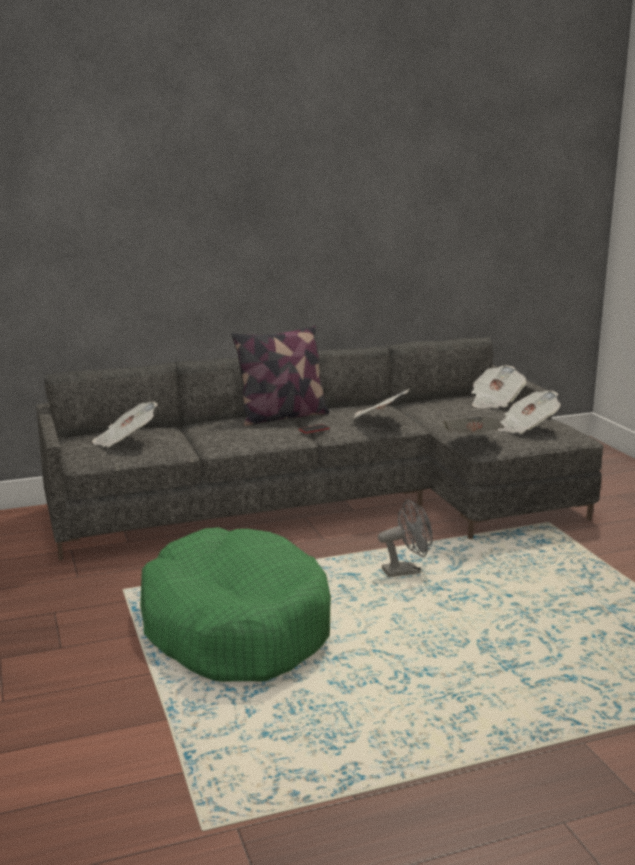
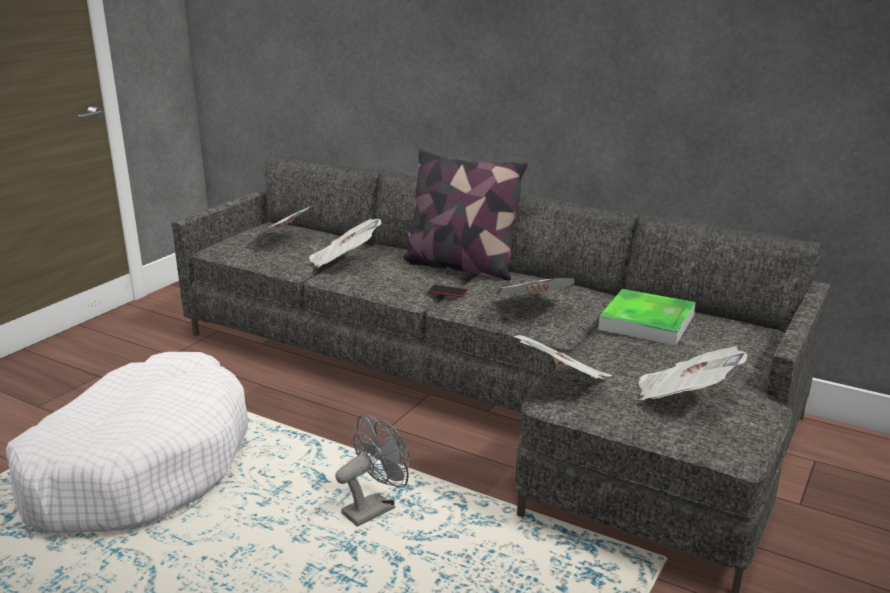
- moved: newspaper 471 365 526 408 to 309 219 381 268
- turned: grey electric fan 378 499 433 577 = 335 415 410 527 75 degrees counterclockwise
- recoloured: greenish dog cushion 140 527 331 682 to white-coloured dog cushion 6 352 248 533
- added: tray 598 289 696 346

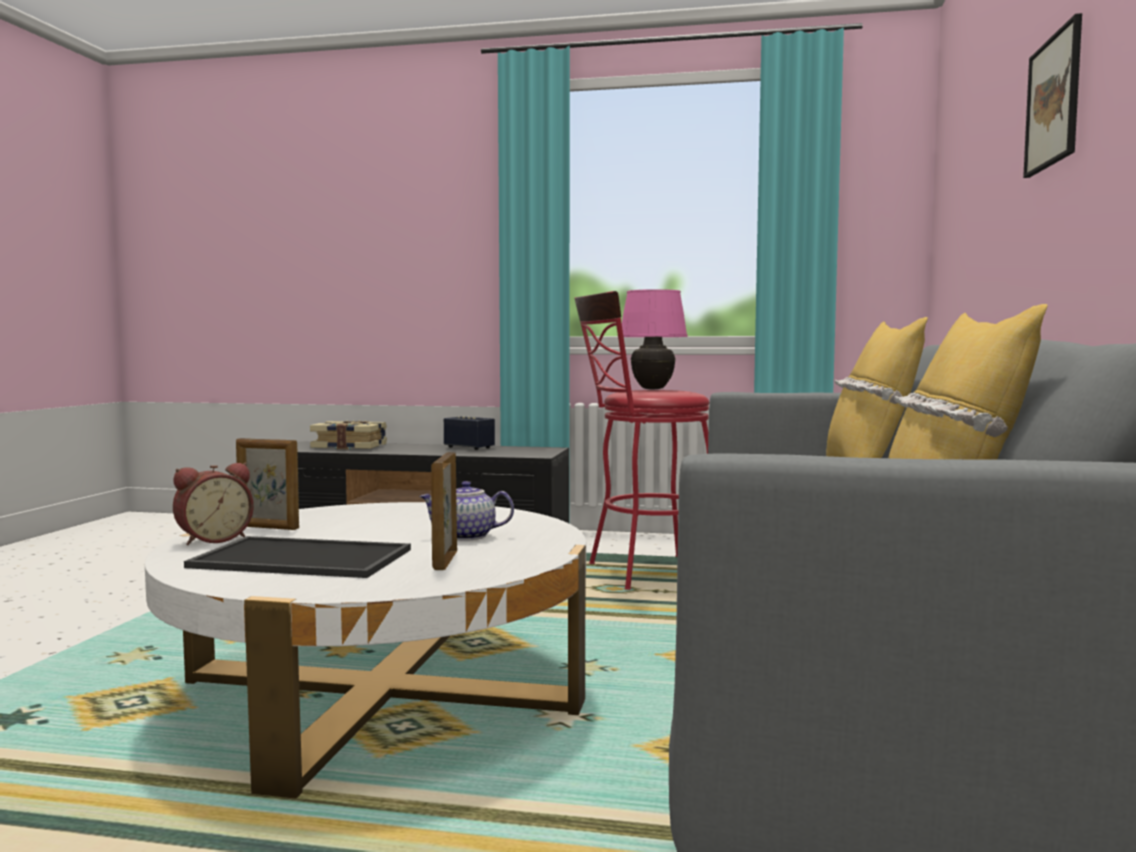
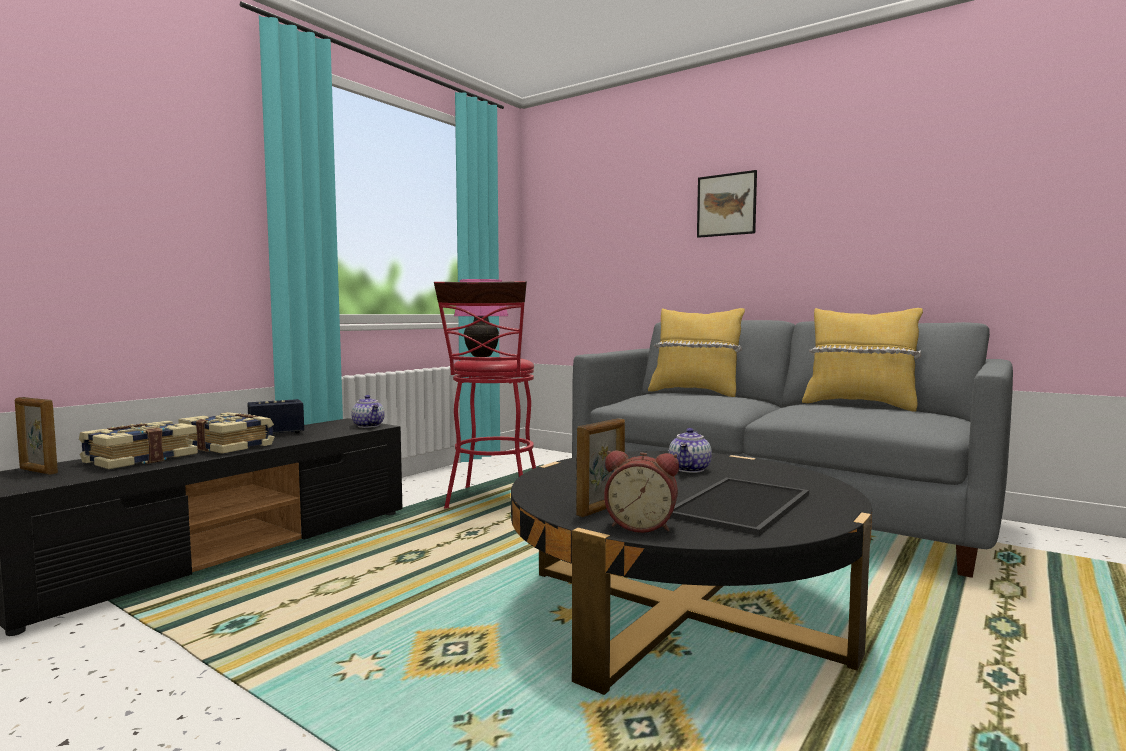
- moved: standing frame 431 452 457 570 to 15 397 58 475
- turned: alarm clock 173 463 254 545 = 604 450 679 533 120 degrees clockwise
- recoloured: white-coloured coffee table 145 502 586 799 to black coffee table 511 451 872 695
- added: teapot 351 395 385 428
- added: bound book 178 412 275 454

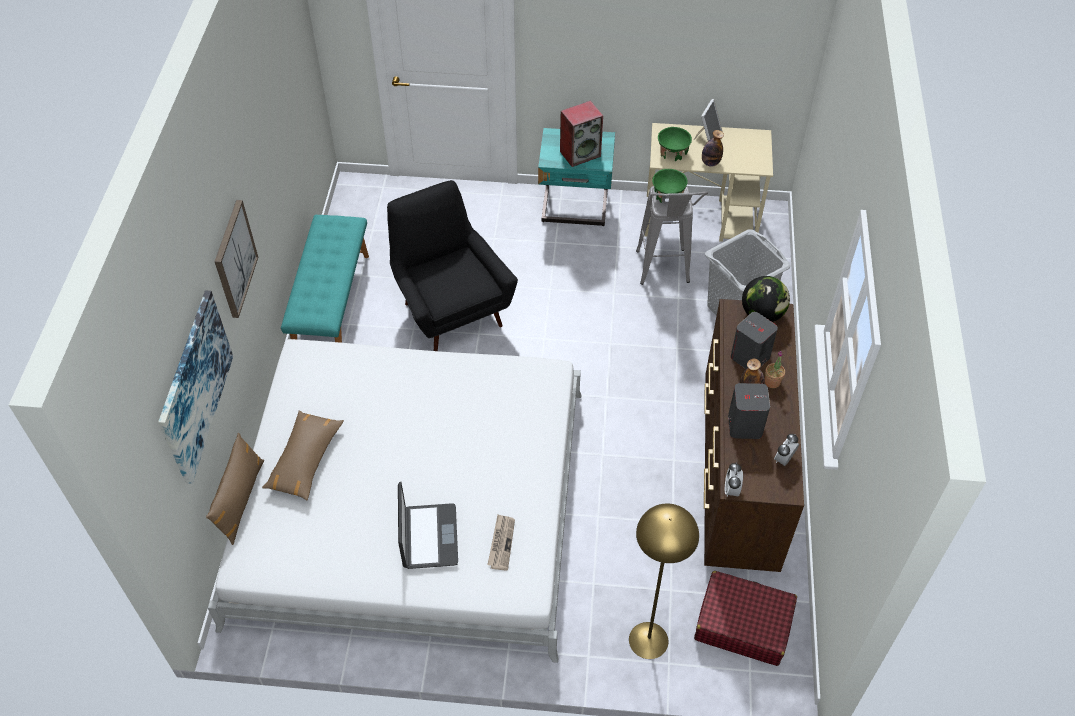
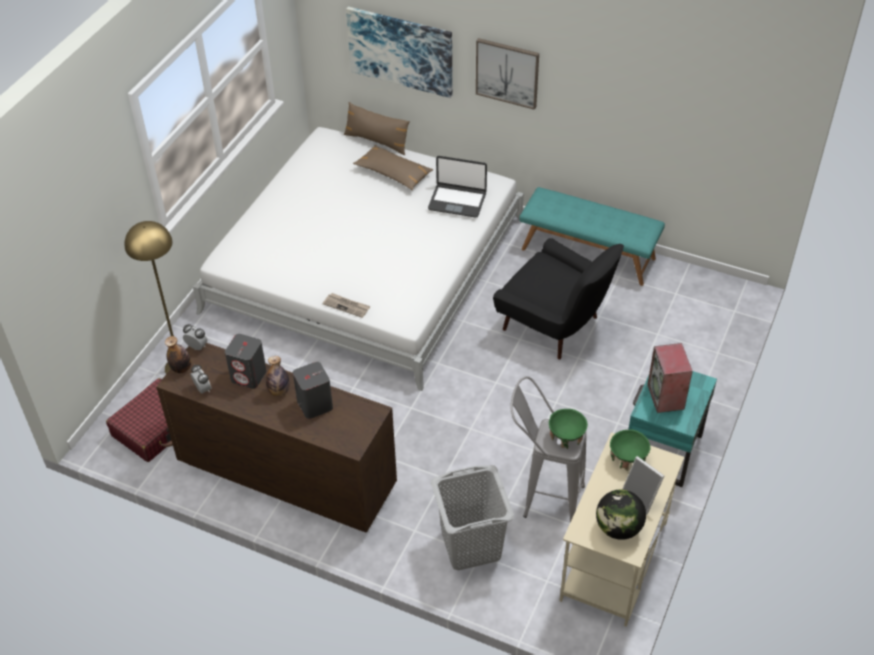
- moved: beverage bottle 702 130 724 167 to 165 336 191 373
- turned: black armchair 387 180 518 351 = 493 238 624 359 45 degrees clockwise
- moved: desk globe 742 276 790 322 to 596 490 646 540
- removed: plant in a pot 765 351 785 388
- moved: laptop 398 482 458 569 to 428 156 487 218
- moved: newspaper 487 514 515 570 to 323 293 370 318

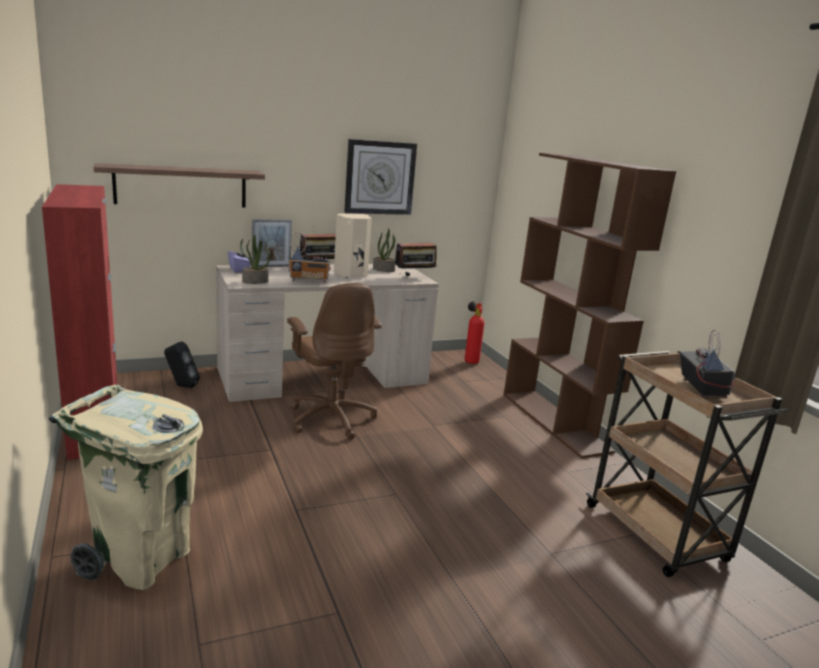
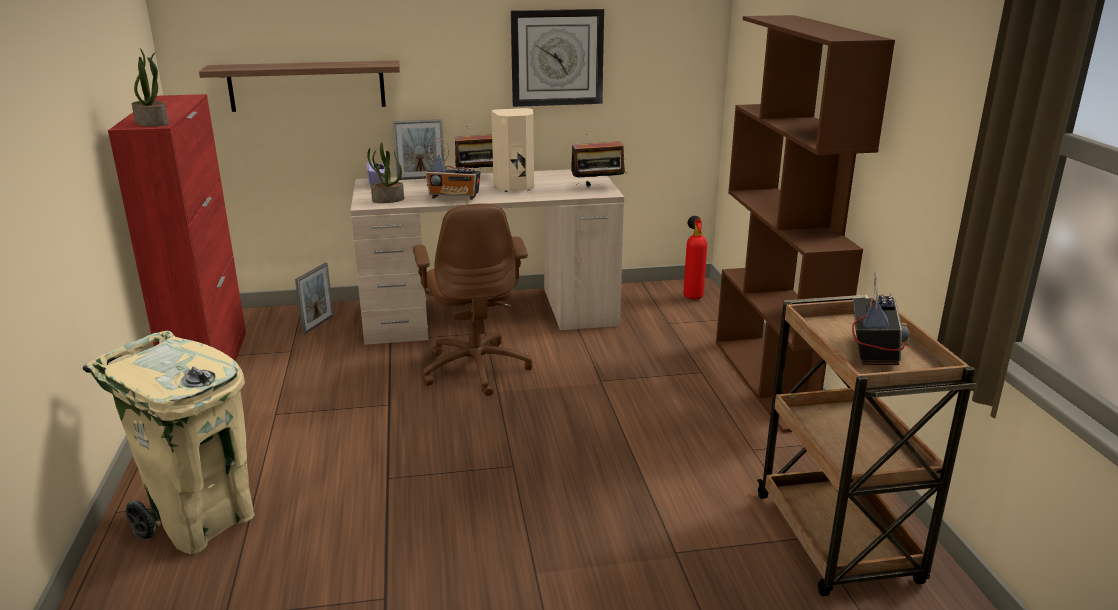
- moved: plant in a pot 373 228 396 272 to 132 49 169 126
- replaced: black speaker 164 341 200 388 to standing frame 295 263 334 334

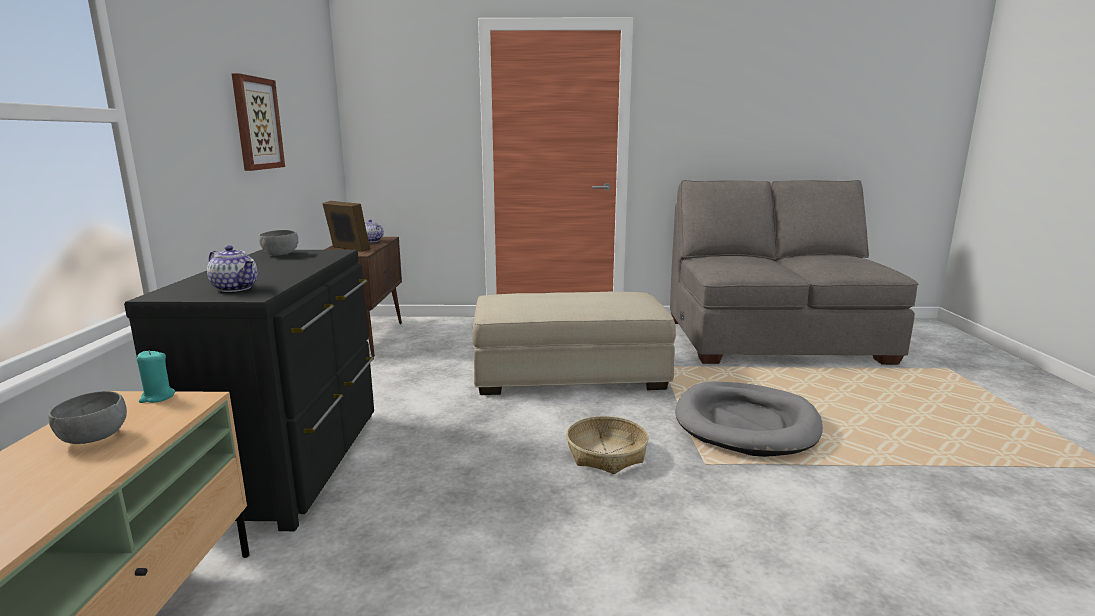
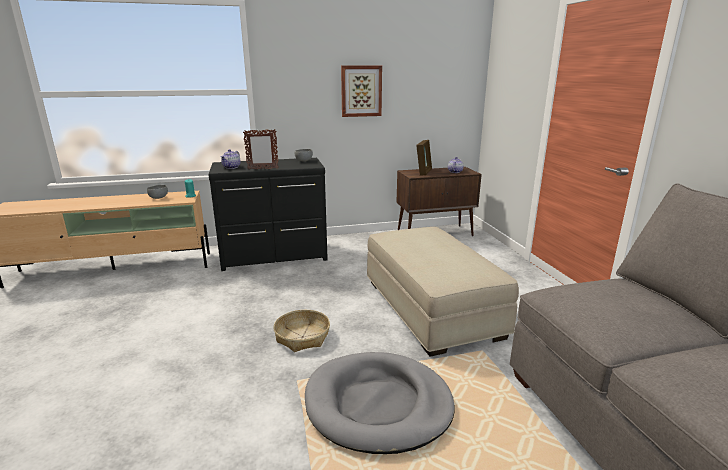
- added: standing frame 243 129 279 169

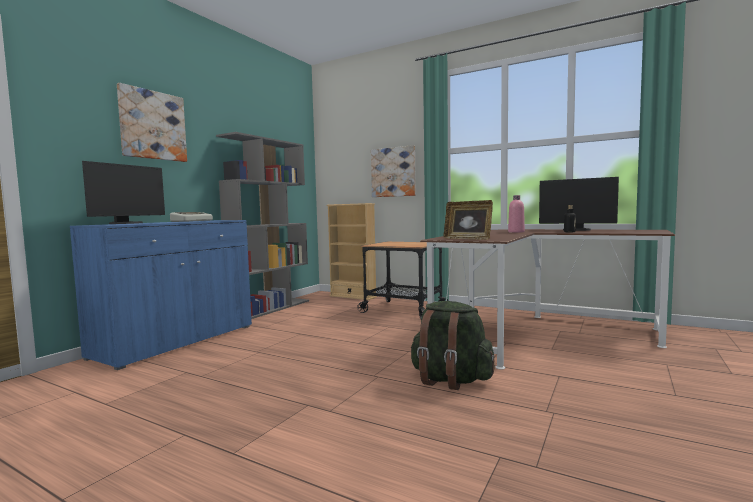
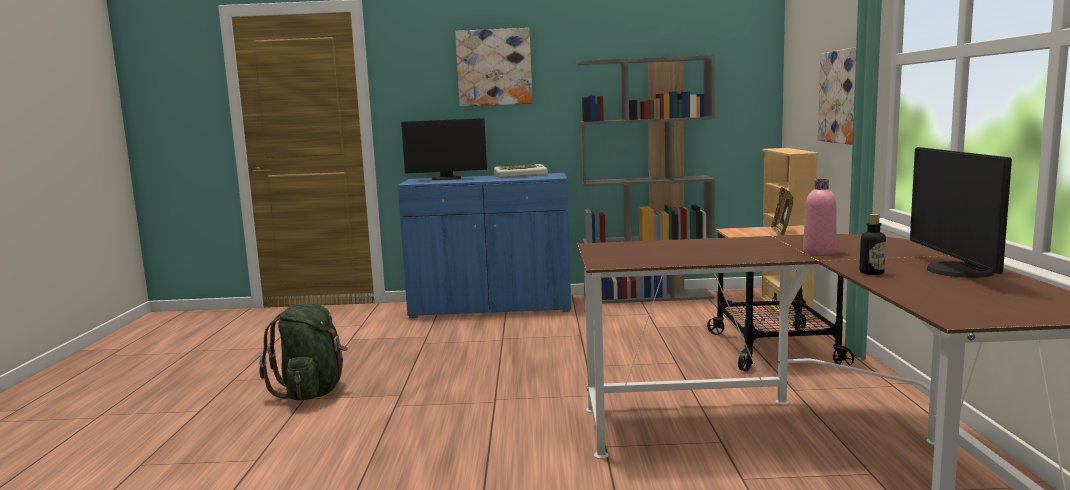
- moved: standing frame 443 200 493 240 to 771 187 794 236
- moved: greenish rucksack 411 301 494 390 to 259 303 348 401

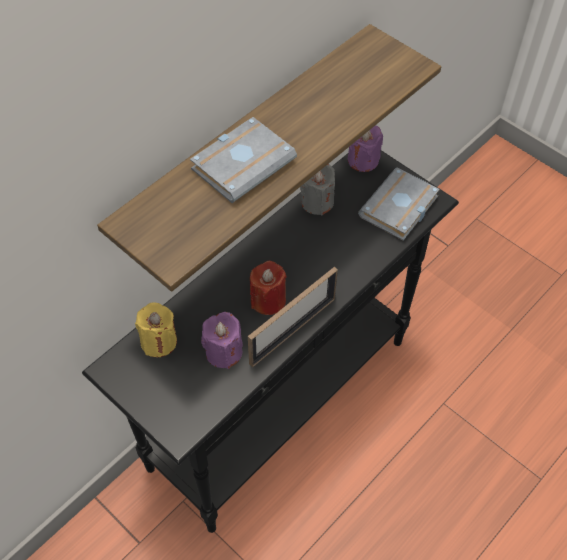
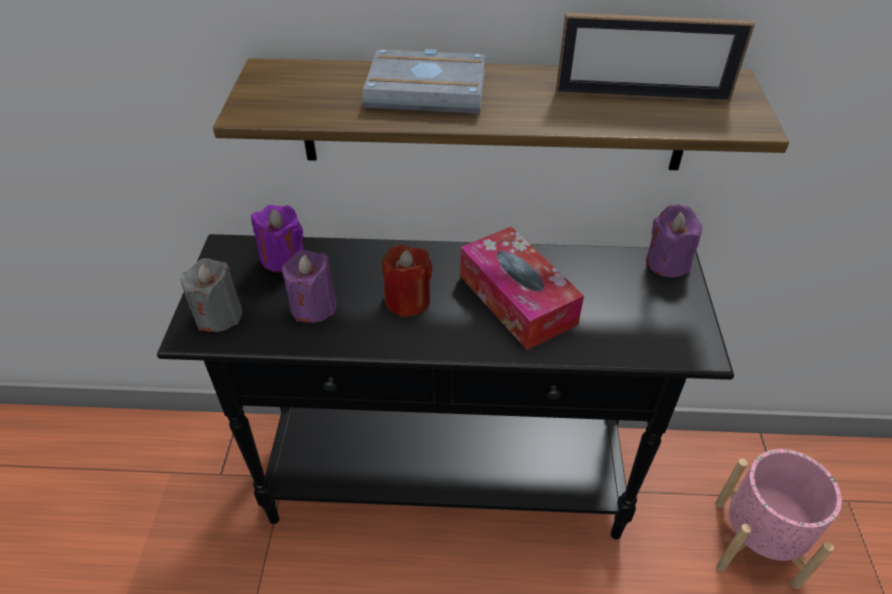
- moved: grey wax light 300 164 335 215 to 181 258 243 332
- removed: grey bound book 358 168 440 241
- moved: standing frame 248 267 338 367 to 556 13 755 102
- recoloured: yellow wax light 135 303 177 357 to purple wax light 251 205 303 273
- added: tissue box 460 226 584 350
- added: pink plant pot 715 449 842 589

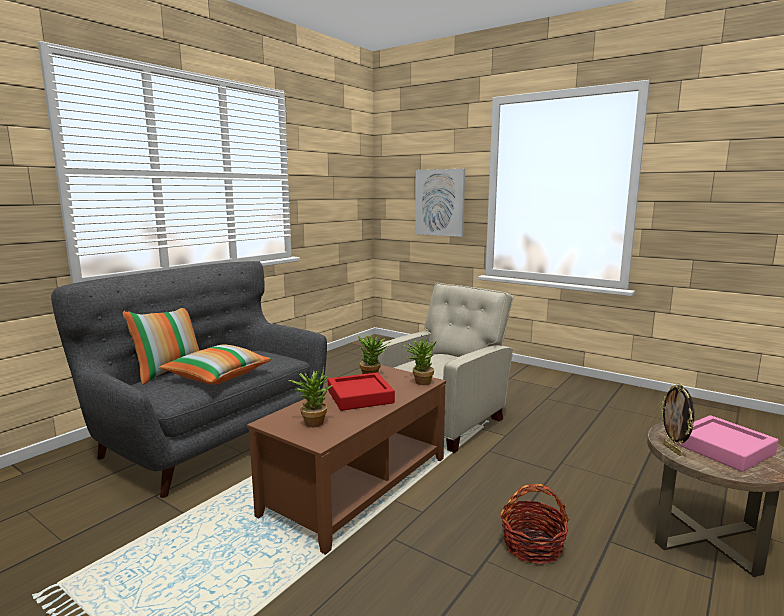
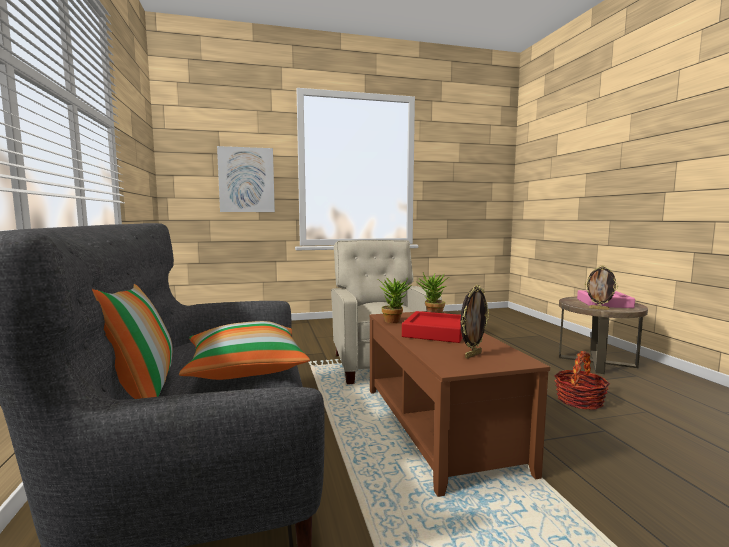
- replaced: plant in a pot 288 366 333 427 to standing frame 460 285 489 359

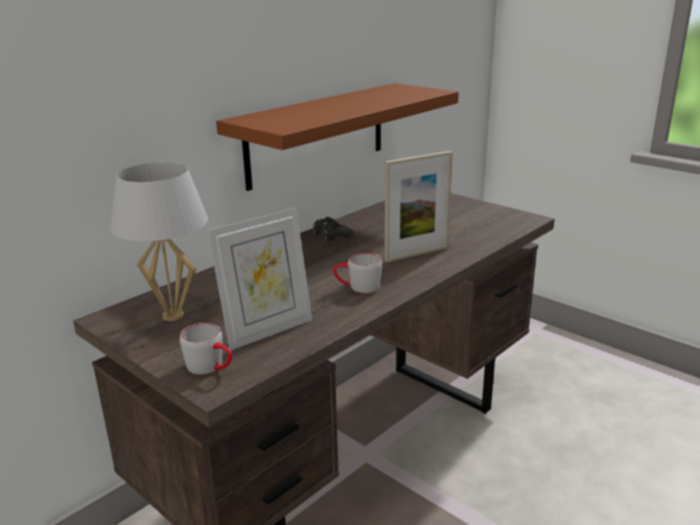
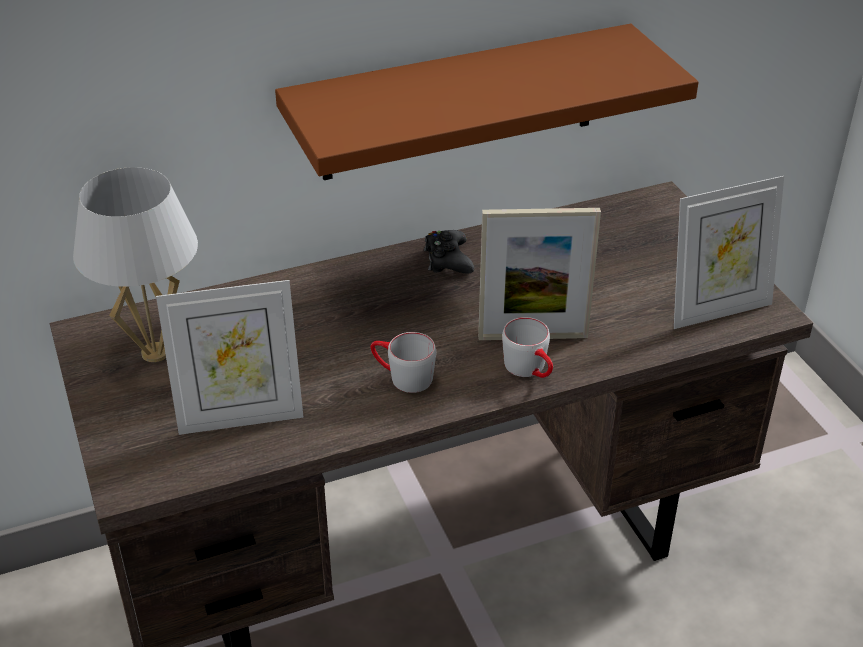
- moved: grey tea mug 180 323 232 375 to 502 317 553 378
- added: standing frame 674 176 784 329

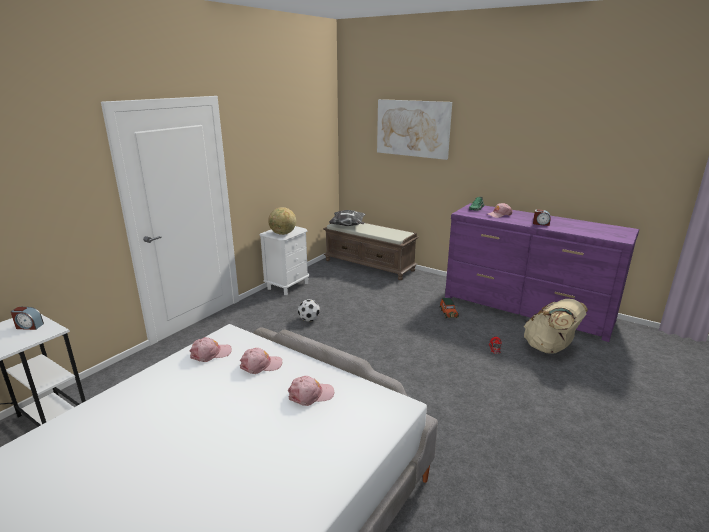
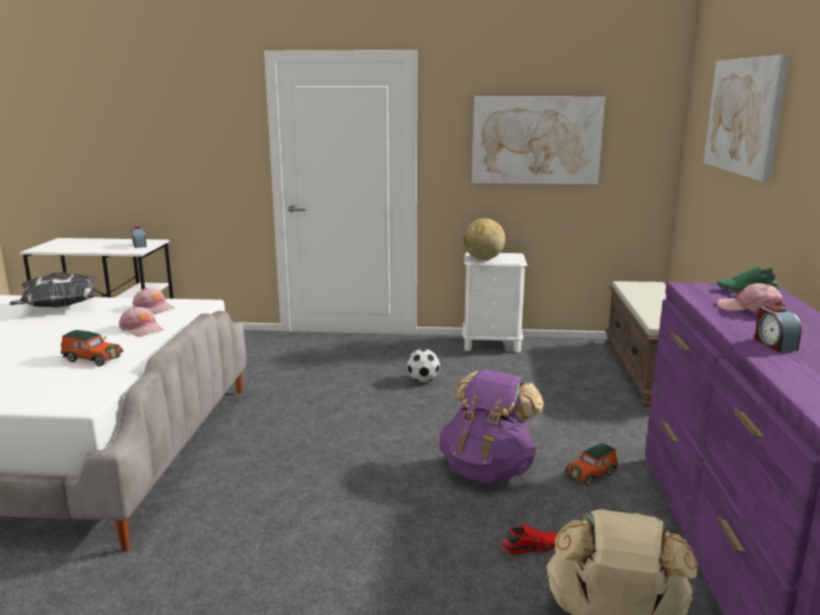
- moved: pillow 329 210 366 226 to 9 272 97 308
- replaced: pink baseball cap 287 376 334 406 to miniature car 61 330 124 366
- added: wall art 472 96 605 184
- added: purple rucksack 439 369 544 483

